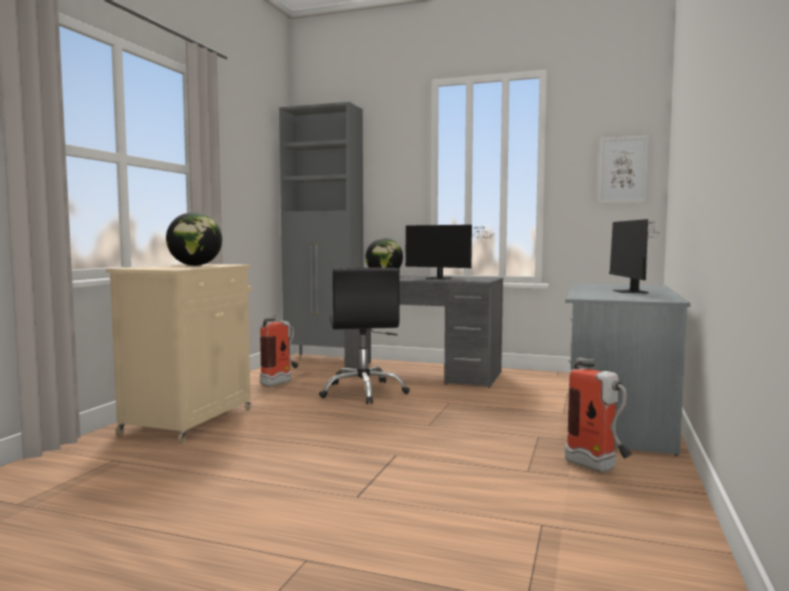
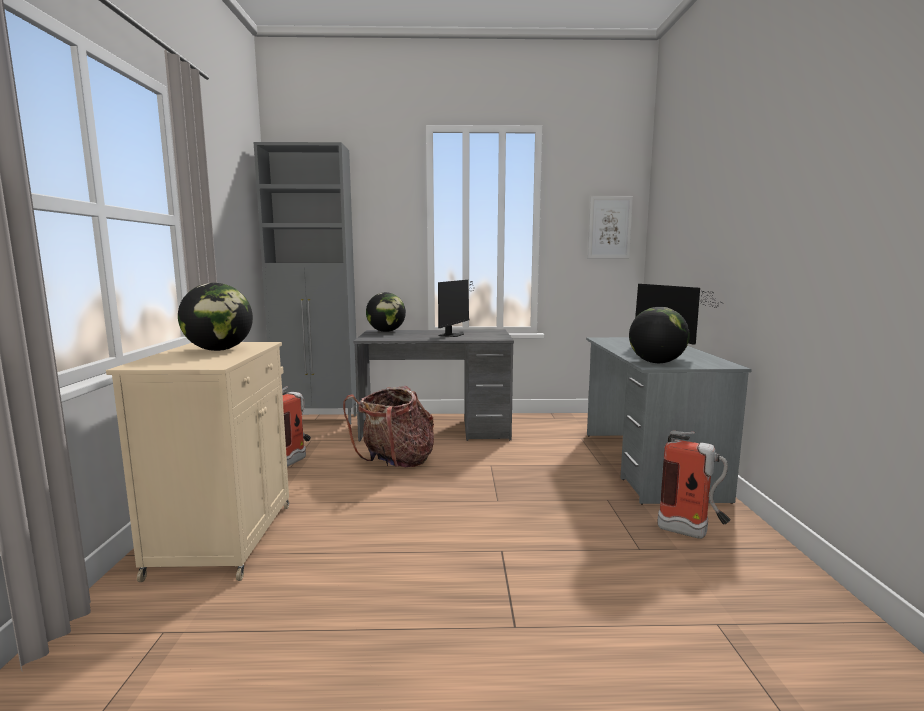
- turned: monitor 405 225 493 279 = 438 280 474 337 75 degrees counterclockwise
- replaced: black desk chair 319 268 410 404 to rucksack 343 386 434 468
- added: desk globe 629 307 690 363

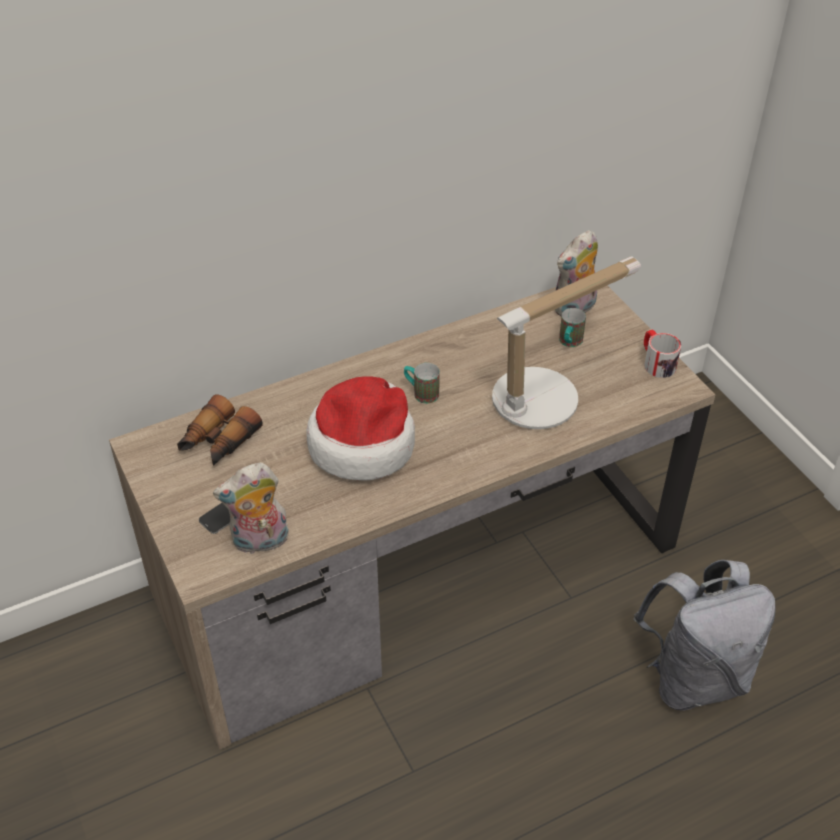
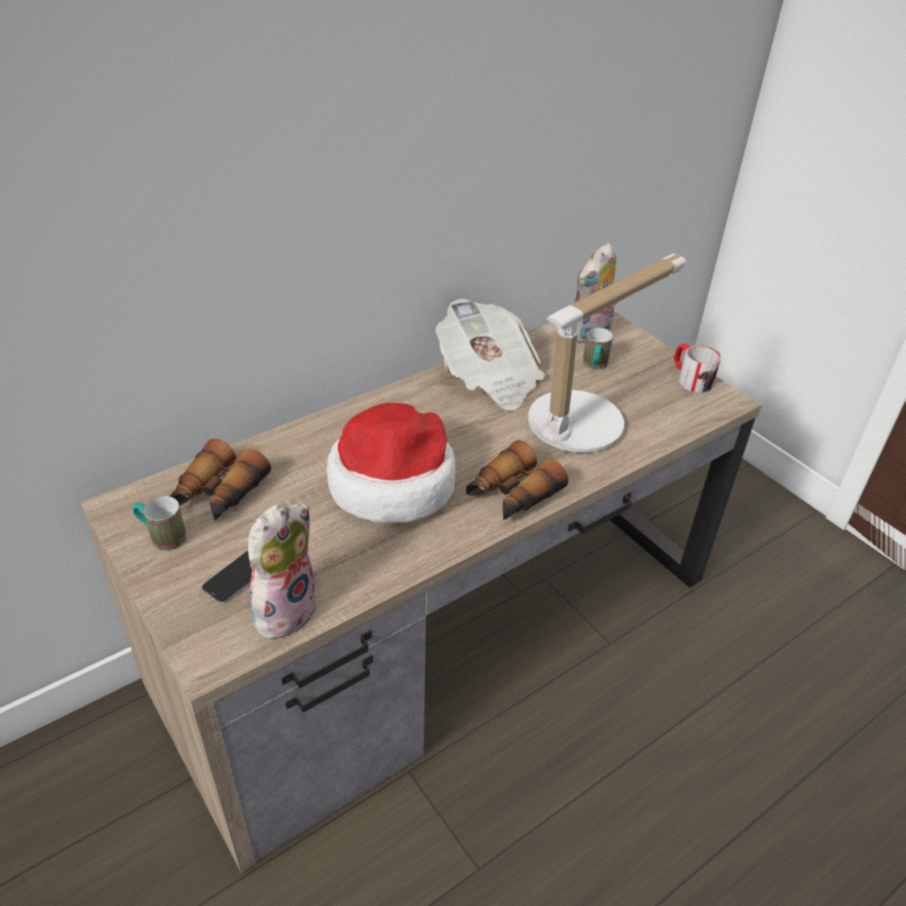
- moved: tea mug 404 363 440 404 to 132 496 187 551
- turned: soft toy 213 463 289 554 = 248 503 318 640 150 degrees clockwise
- removed: grey rucksack 633 560 775 711
- added: newspaper 435 298 545 411
- added: field glasses 466 440 568 520

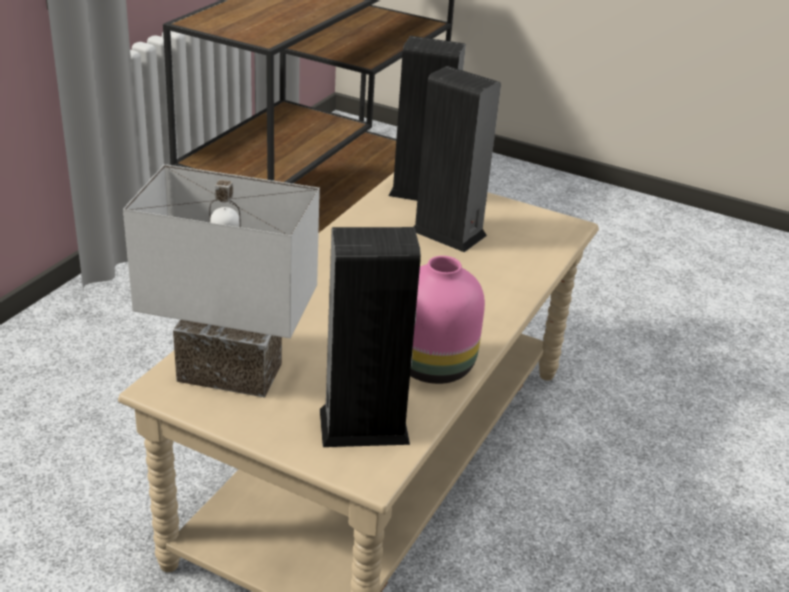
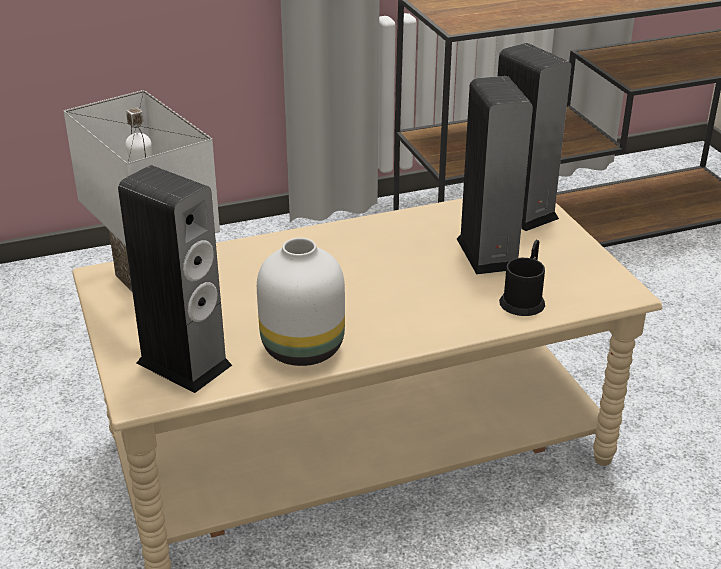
- recoloured: pink vase 410 256 485 384 to white-coloured vase 257 238 345 366
- added: black tea mug 499 240 545 316

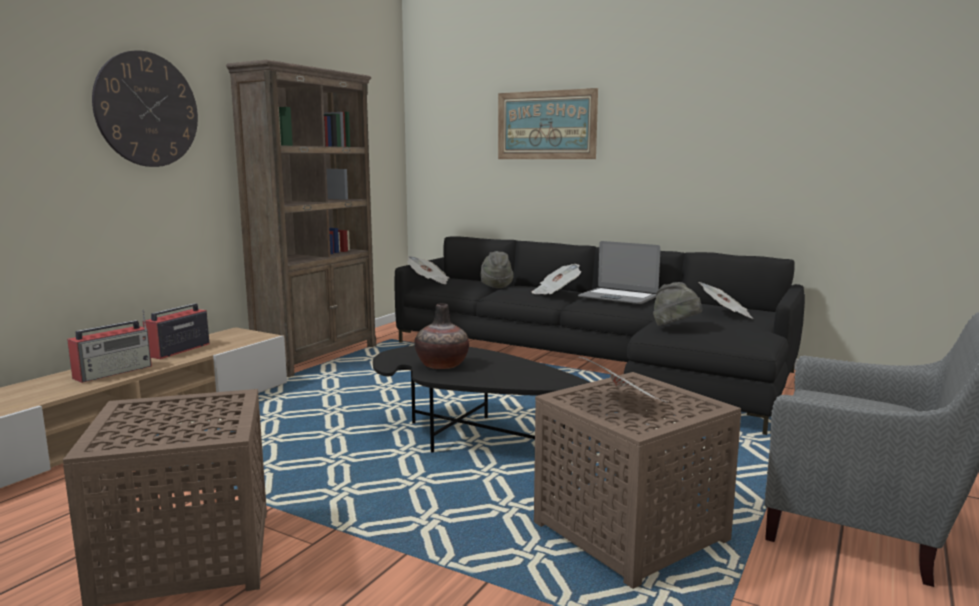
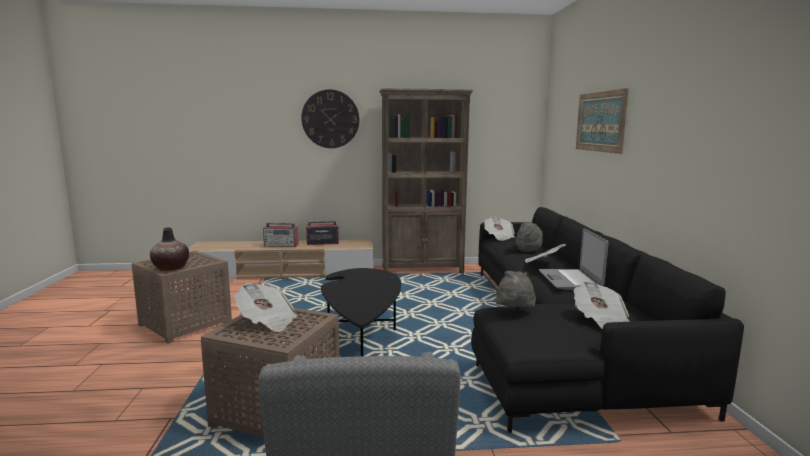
- moved: vase 414 304 469 369 to 150 228 189 271

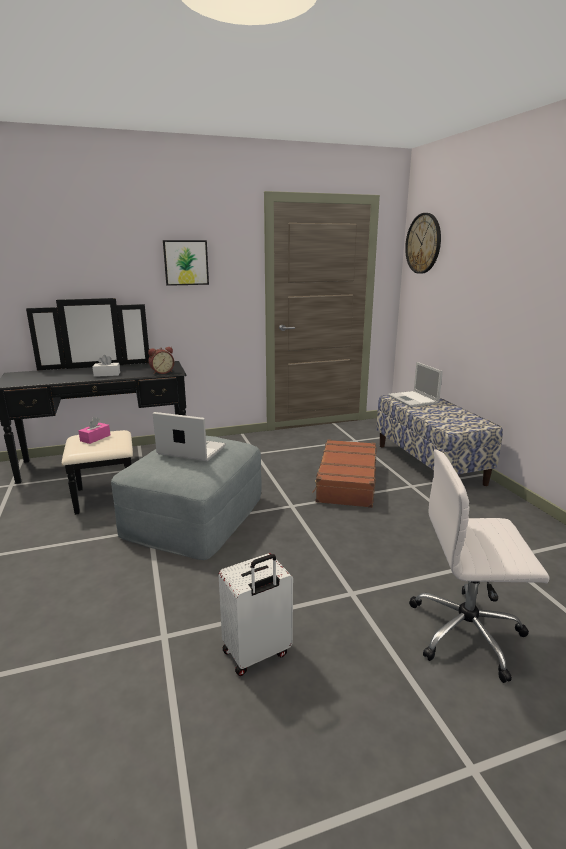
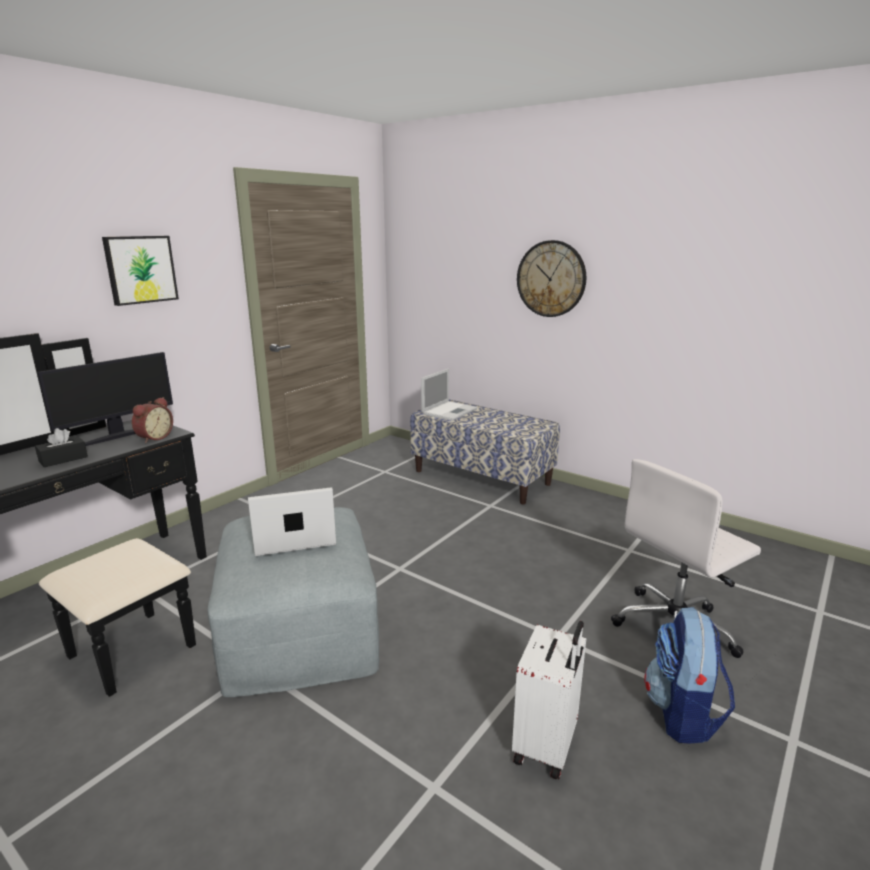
- moved: wall clock 405 213 441 274 to 517 240 586 317
- recoloured: white-coloured tissue box 92 355 120 377 to black tissue box 35 428 88 467
- turned: laptop 388 362 443 407 = 421 369 477 421 90 degrees counterclockwise
- removed: pink tissue box 79 417 110 444
- removed: brownish suitcase 312 439 377 508
- added: monitor 38 352 173 446
- added: rucksack 644 607 735 744

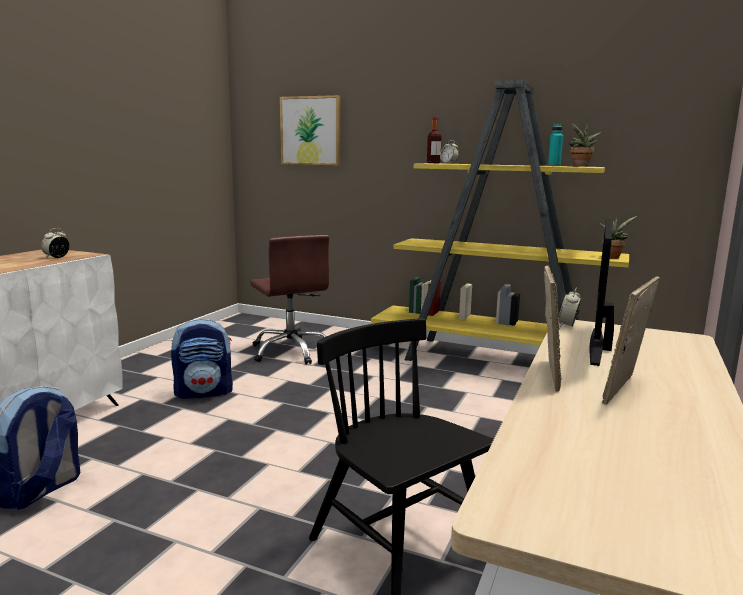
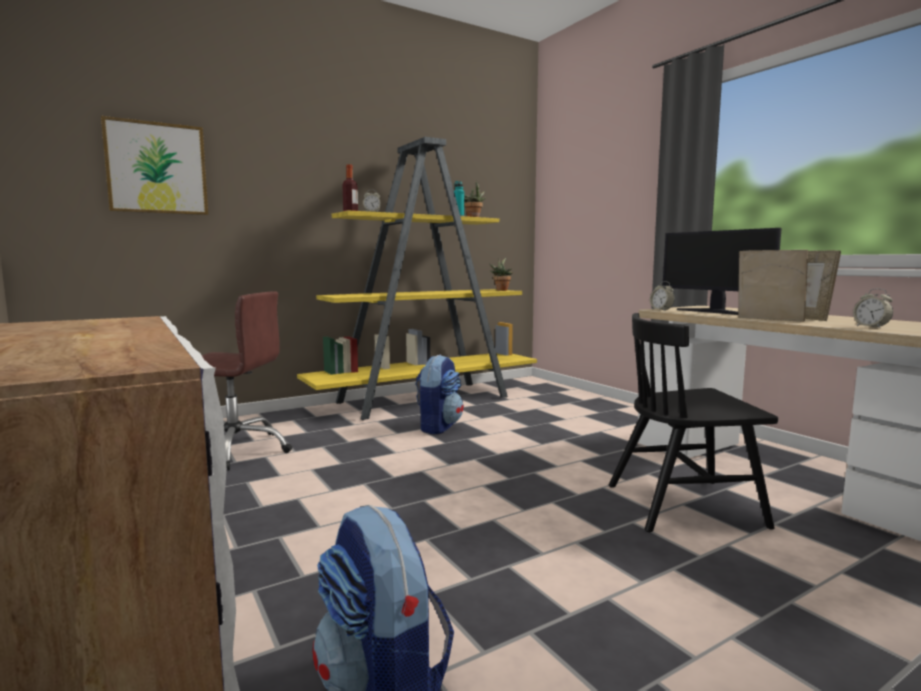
- moved: alarm clock 41 228 70 258 to 853 288 893 328
- moved: rucksack 171 319 233 399 to 415 355 464 434

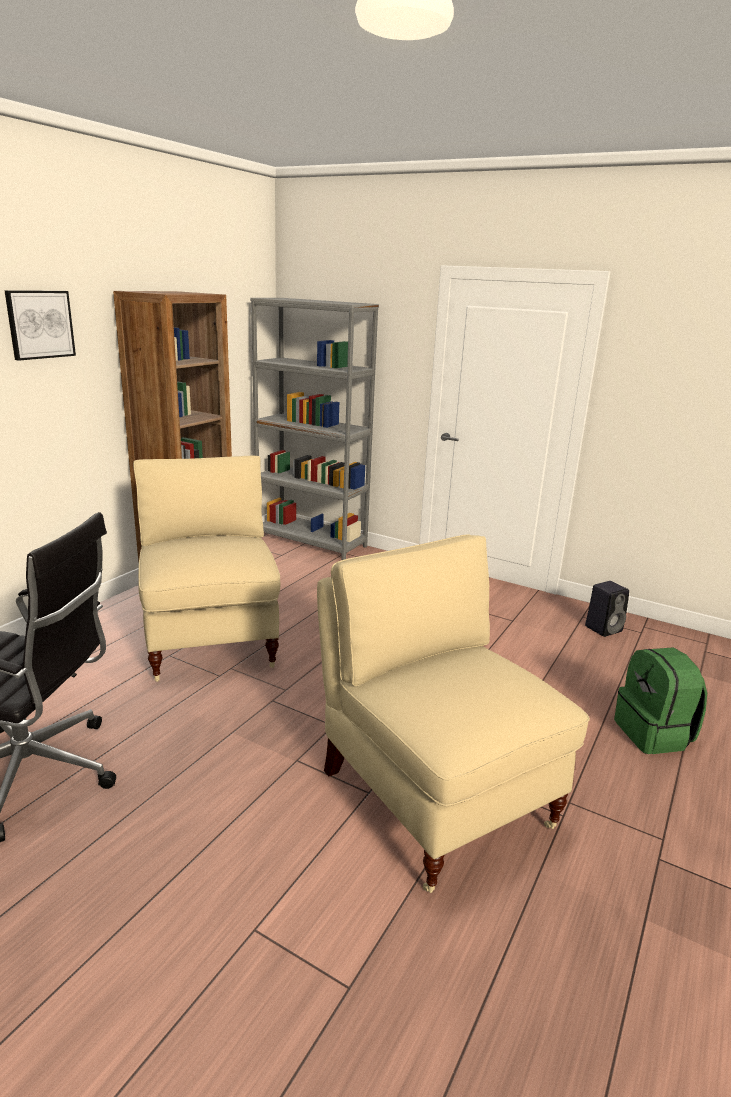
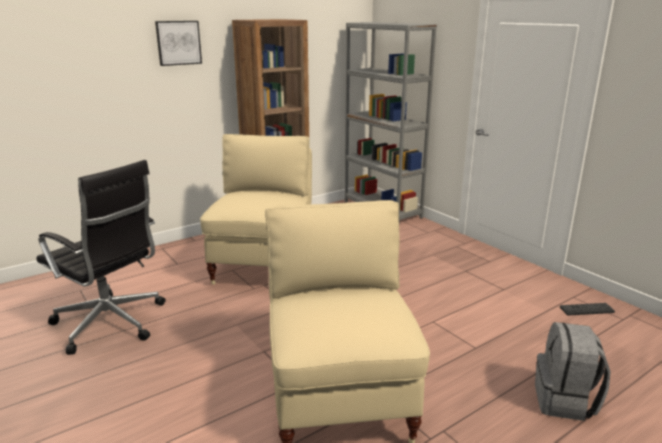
- replaced: black speaker 585 581 629 637 to computer keyboard 560 303 615 316
- recoloured: greenish rucksack 614 647 707 754 to grey rucksack 535 322 611 421

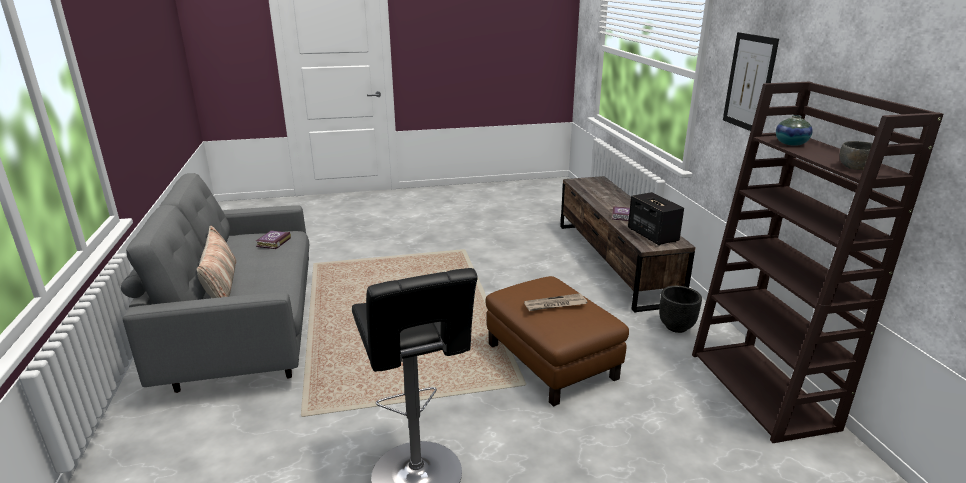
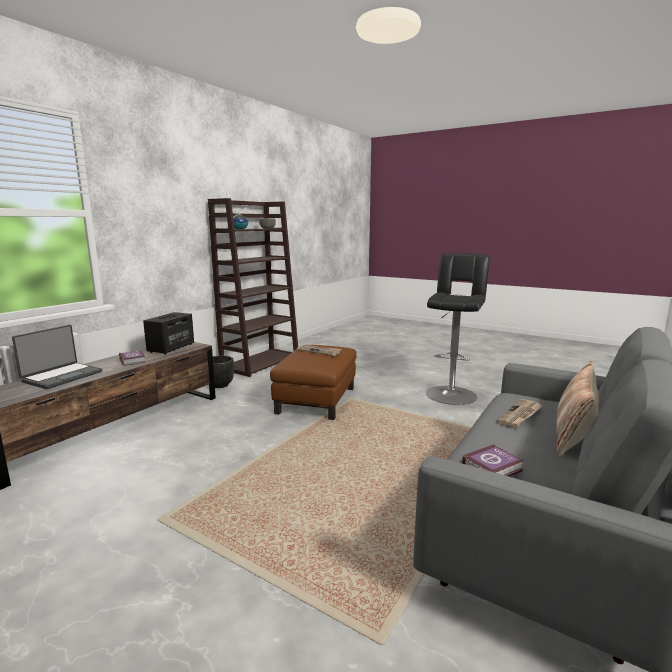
- removed: wall art 723 32 779 131
- added: laptop 12 325 102 389
- added: newspaper 497 399 542 428

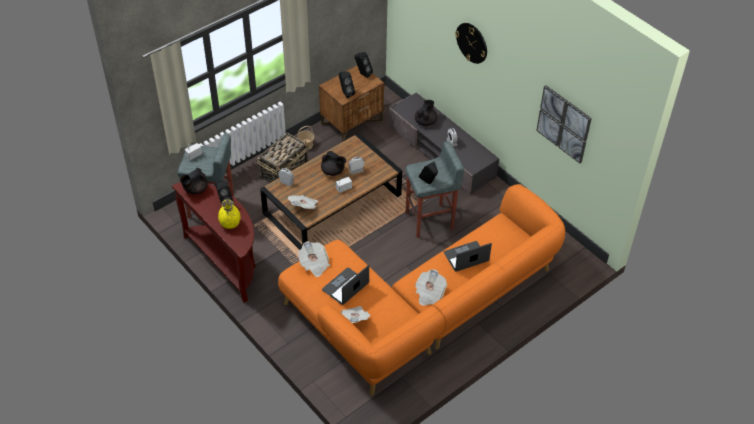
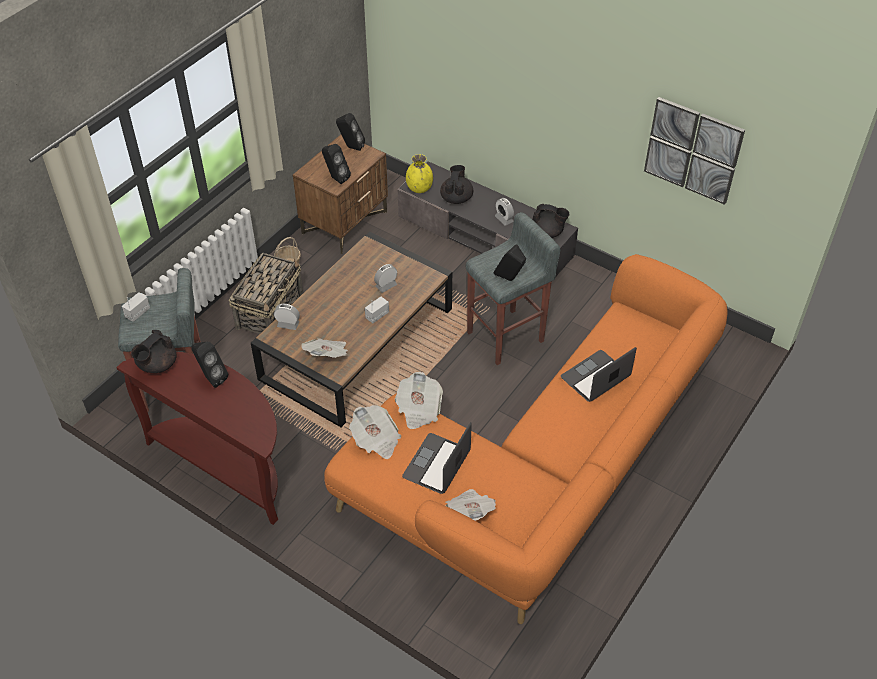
- removed: wall clock 455 23 487 64
- moved: black teapot 321 151 346 176 to 532 204 570 238
- moved: yellow vase 218 200 241 229 to 406 154 433 193
- moved: newspaper 415 269 447 305 to 395 372 443 429

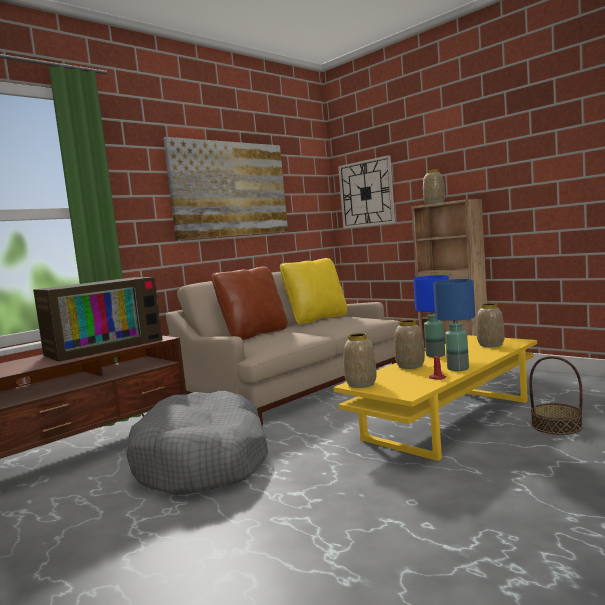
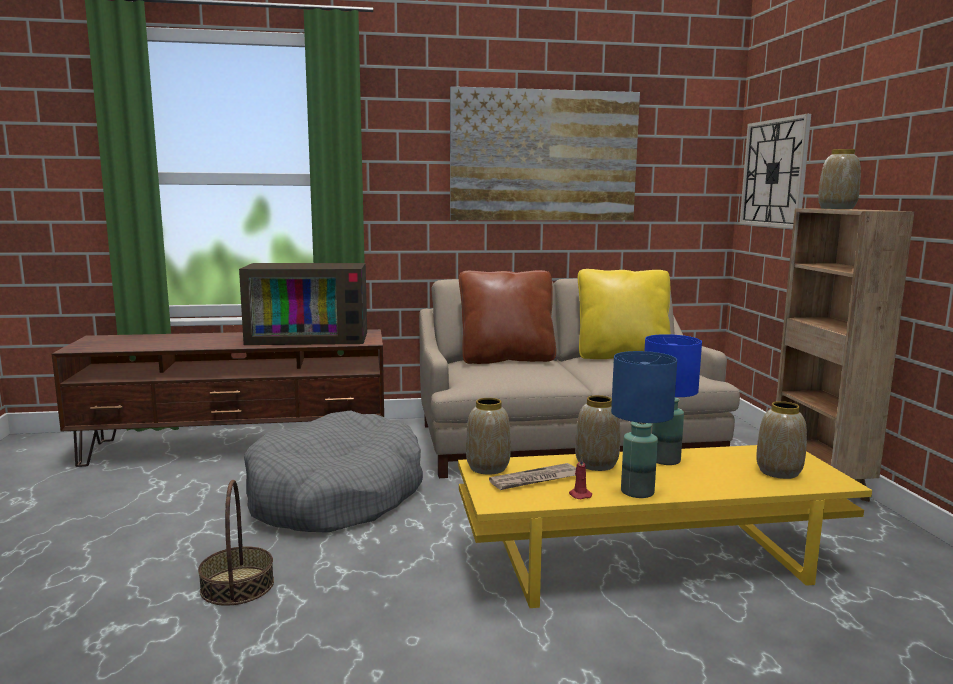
- moved: household basket 529 356 583 435 to 198 480 274 606
- added: newspaper 489 463 576 490

